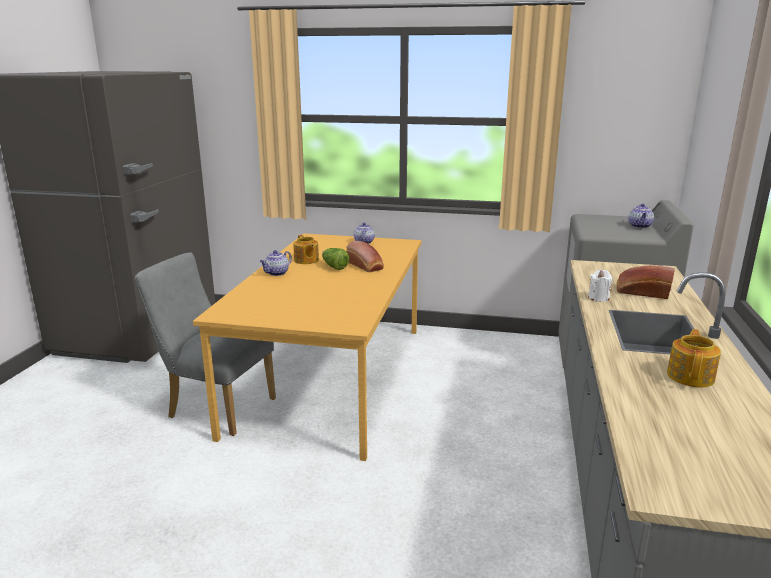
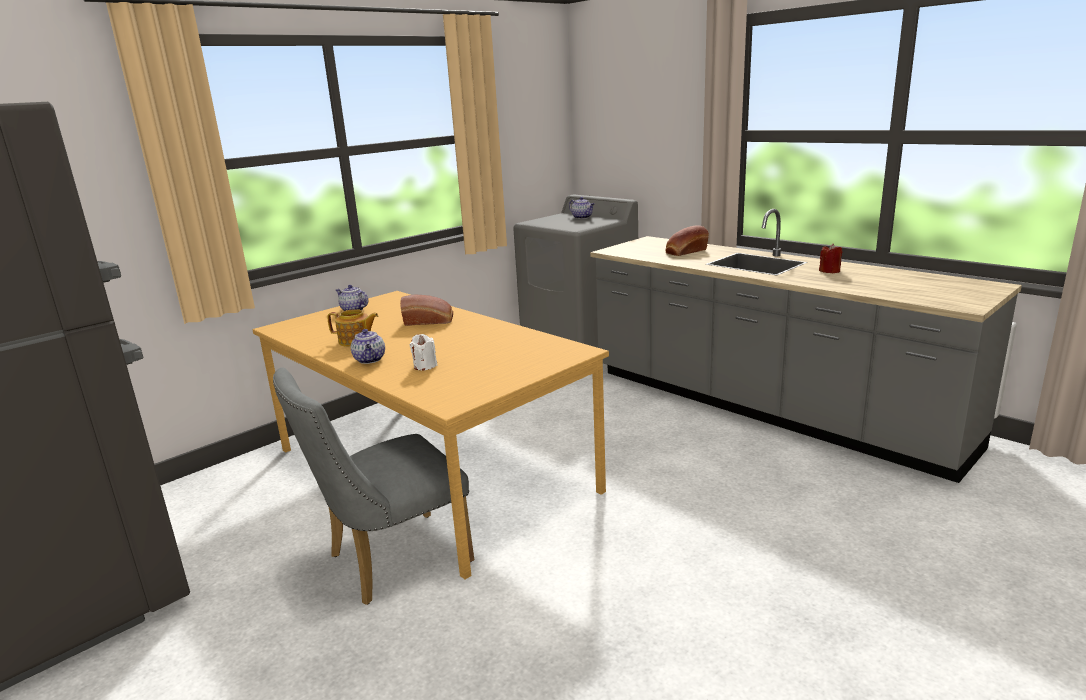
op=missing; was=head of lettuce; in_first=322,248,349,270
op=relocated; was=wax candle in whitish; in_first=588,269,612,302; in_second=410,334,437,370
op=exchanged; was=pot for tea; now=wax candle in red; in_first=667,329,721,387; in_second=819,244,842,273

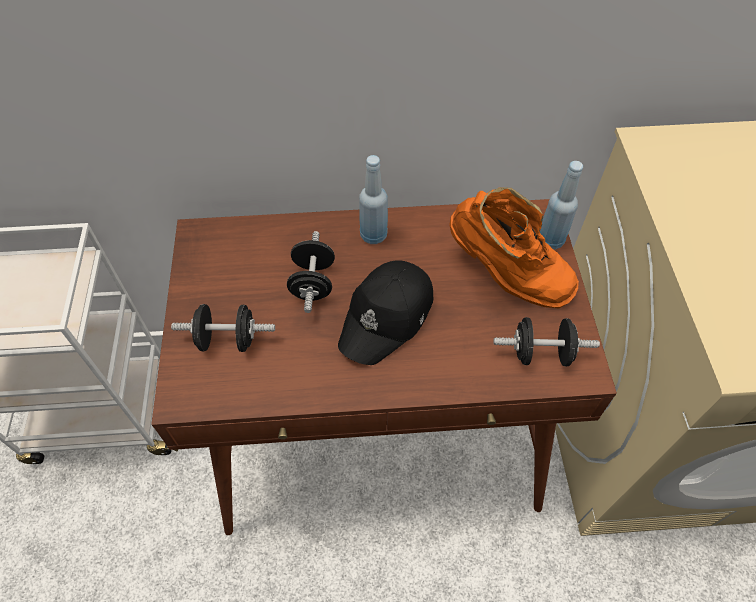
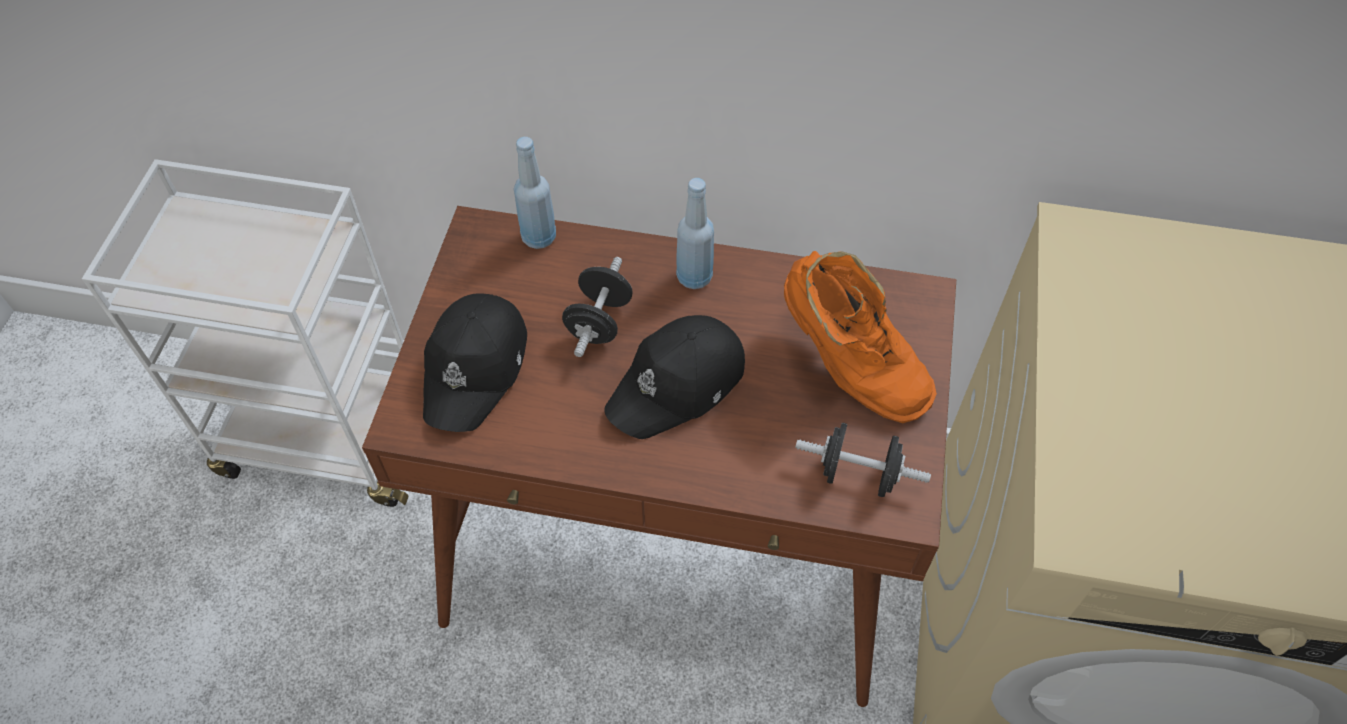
op=exchanged; was=free weight in blackish; now=peaked cap in blackish; in_first=171,304,275,352; in_second=423,294,527,432
op=relocated; was=beverage bottle in blue-coloured; in_first=540,161,583,250; in_second=514,137,556,249

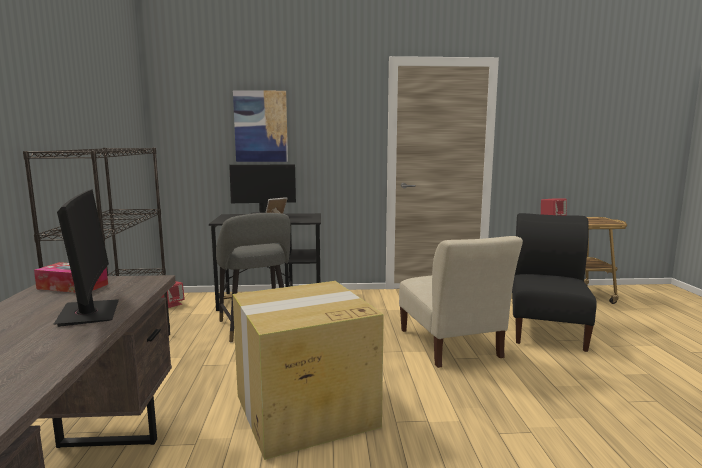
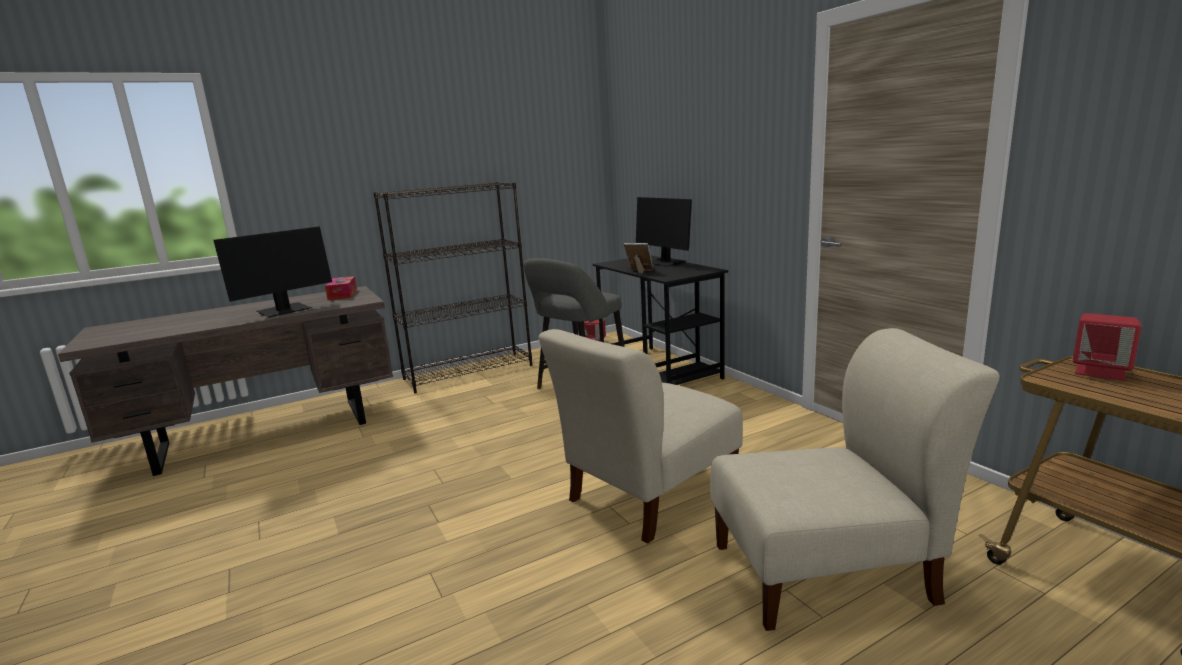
op=missing; was=picture; in_first=233,90,288,162
op=missing; was=carton; in_first=233,281,384,460
op=colour; was=plain chair in blackish; now=plain chair in beige; in_first=512,213,597,352; in_second=710,328,1000,631

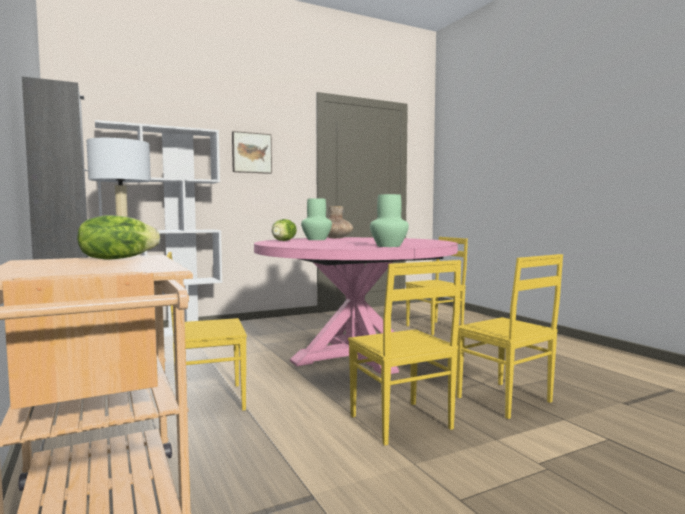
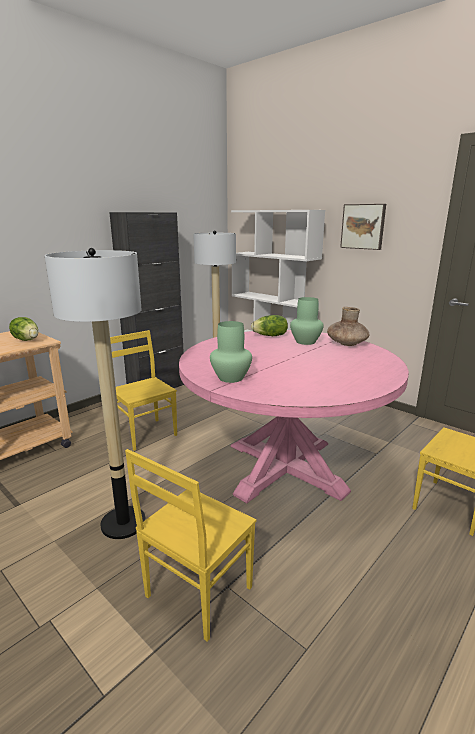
op=exchanged; was=plain chair in yellow; now=standing lamp; in_first=348,260,461,446; in_second=45,248,146,539

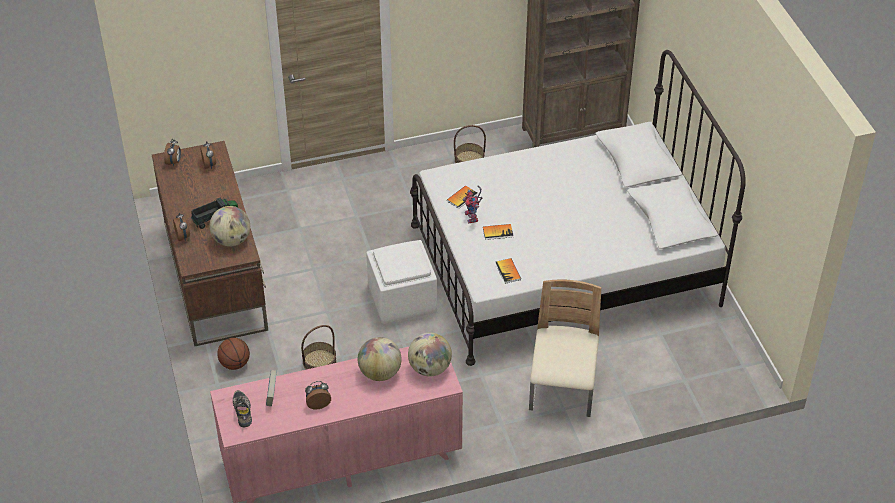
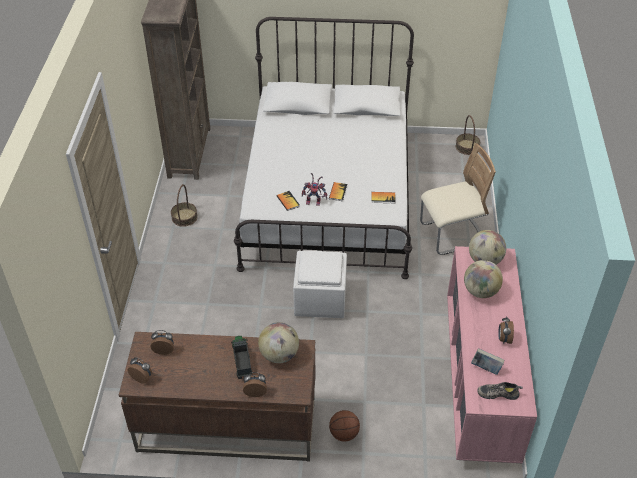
op=relocated; was=storage basket; in_first=301,325,337,370; in_second=455,115,480,155
op=spun; was=plain chair in beige; in_first=529,280,601,417; in_second=420,143,496,255; clockwise=135

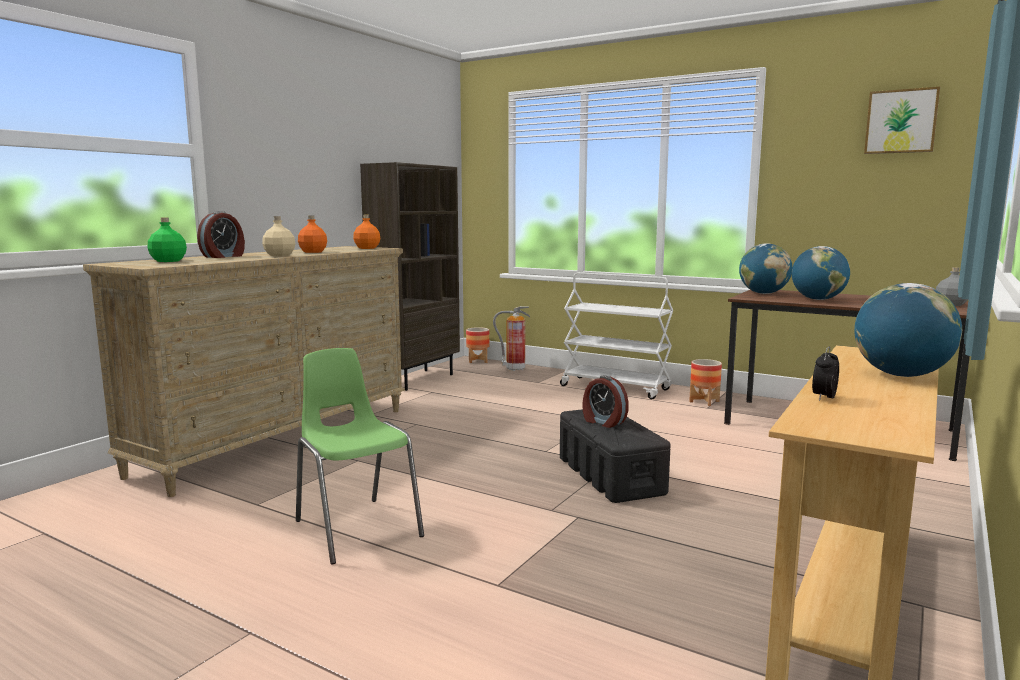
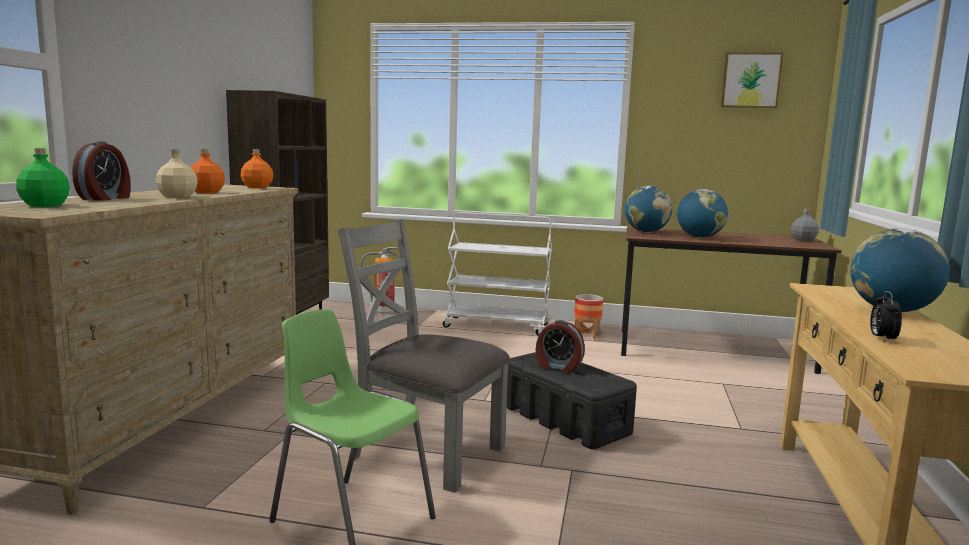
op=missing; was=flower pot; in_first=466,327,489,363
op=appeared; now=plain chair in greyish; in_second=338,219,510,493

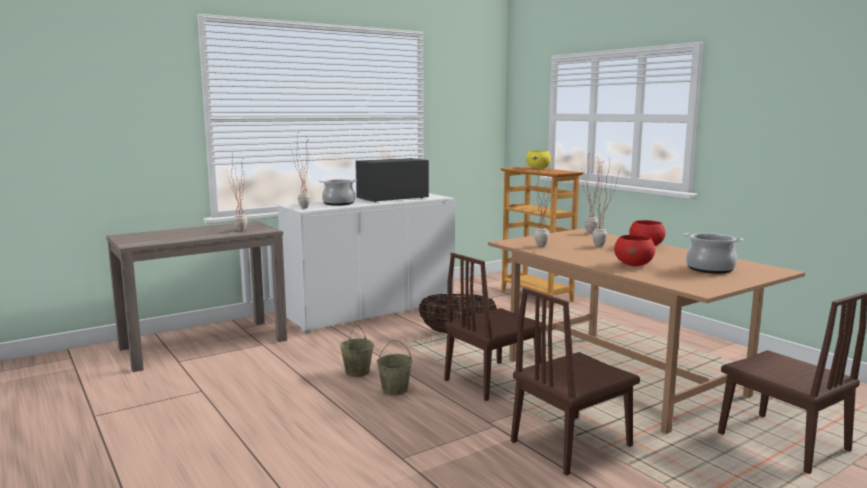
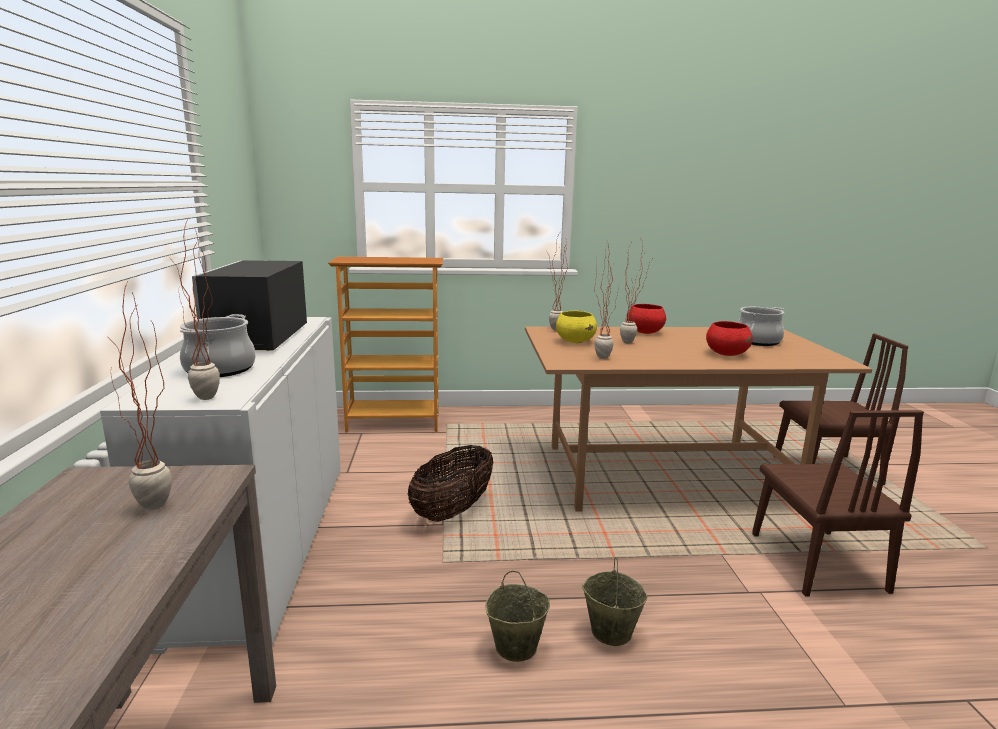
op=missing; was=plain chair in brownish; in_first=444,253,546,401
op=relocated; was=serving bowl in yellow; in_first=526,150,551,169; in_second=556,311,597,343

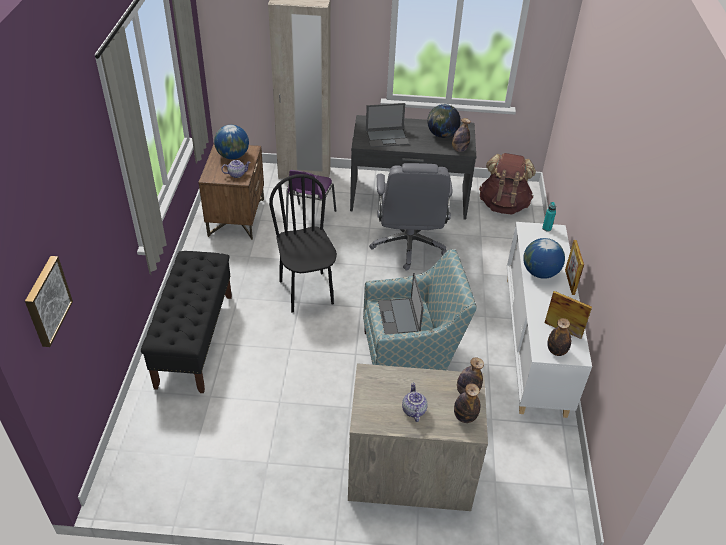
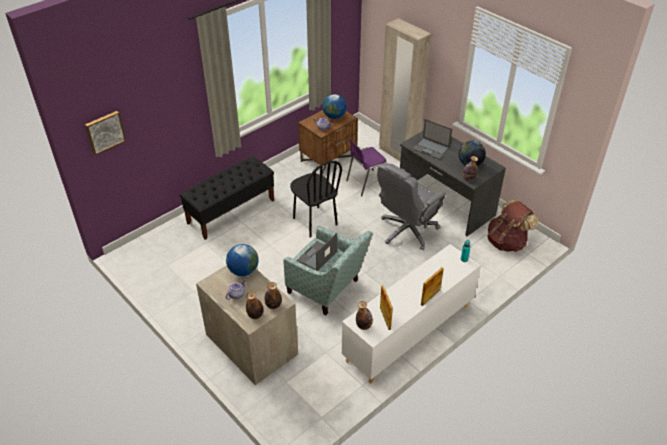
op=spun; was=plain chair in blackish; in_first=269,174,337,313; in_second=290,161,342,238; clockwise=120
op=relocated; was=globe; in_first=523,238,565,279; in_second=226,244,259,276

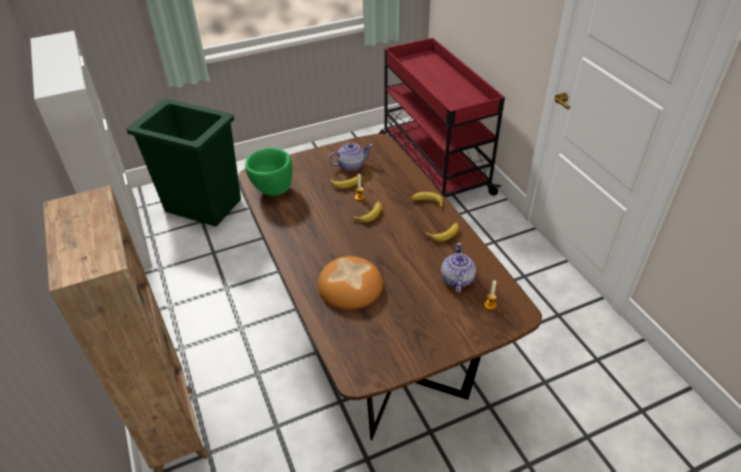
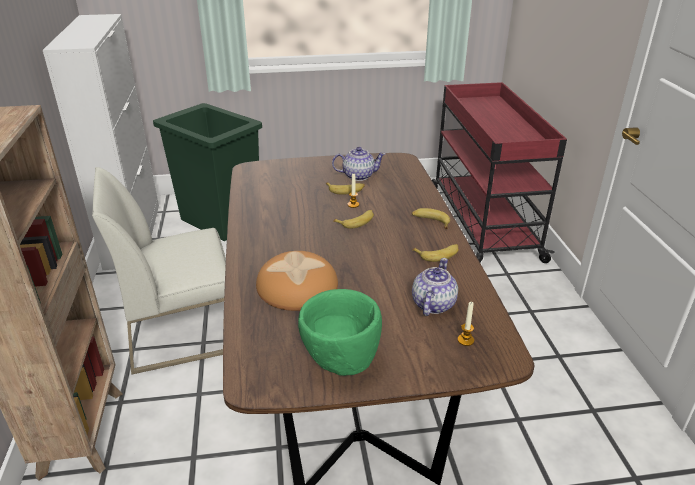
op=relocated; was=serving bowl in green; in_first=245,148,293,196; in_second=298,289,382,376
op=appeared; now=plain chair in whitish; in_second=92,167,226,375

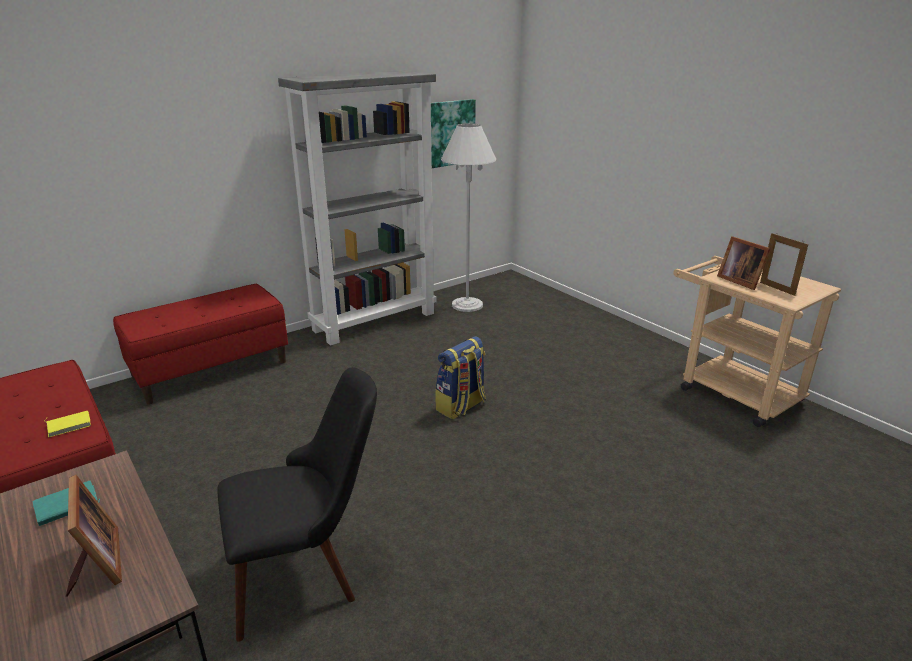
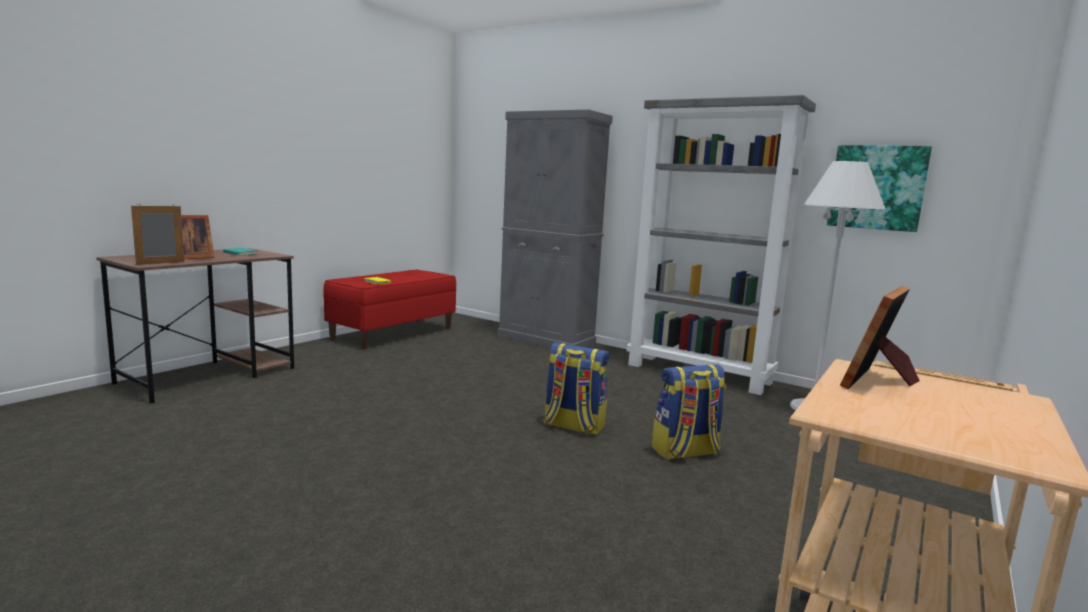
op=exchanged; was=long seat in red; now=storage cabinet in greyish; in_first=113,284,288,405; in_second=497,109,613,348
op=missing; was=plain chair in blackish; in_first=217,367,377,642
op=relocated; was=photo frame; in_first=760,233,808,296; in_second=131,204,184,265
op=appeared; now=backpack; in_second=652,364,726,460

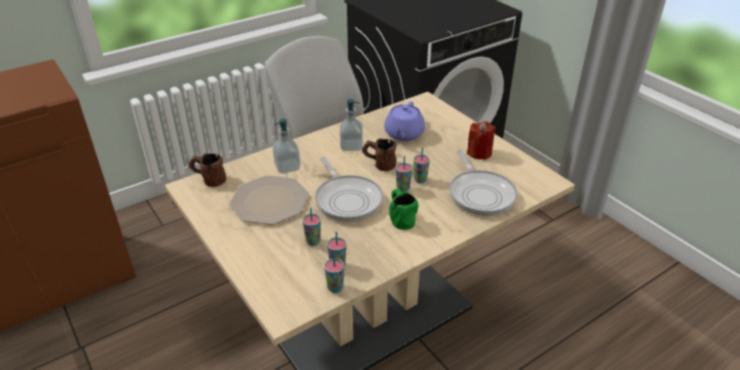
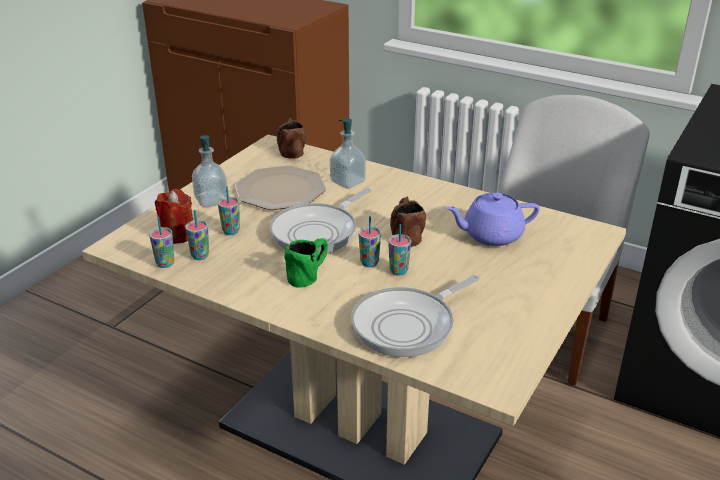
op=relocated; was=liquid soap bottle; in_first=340,99,363,151; in_second=192,135,227,208
op=relocated; was=wax candle in red; in_first=467,121,495,160; in_second=155,189,193,244

